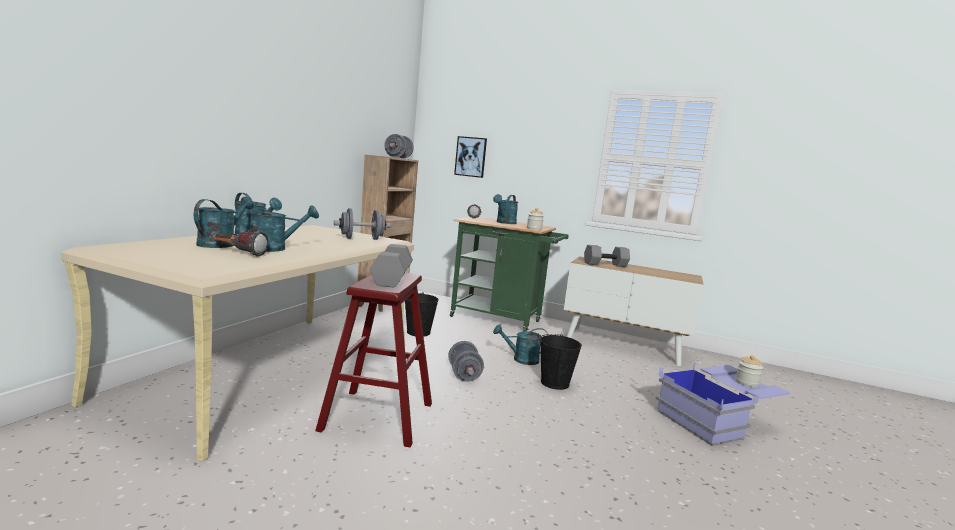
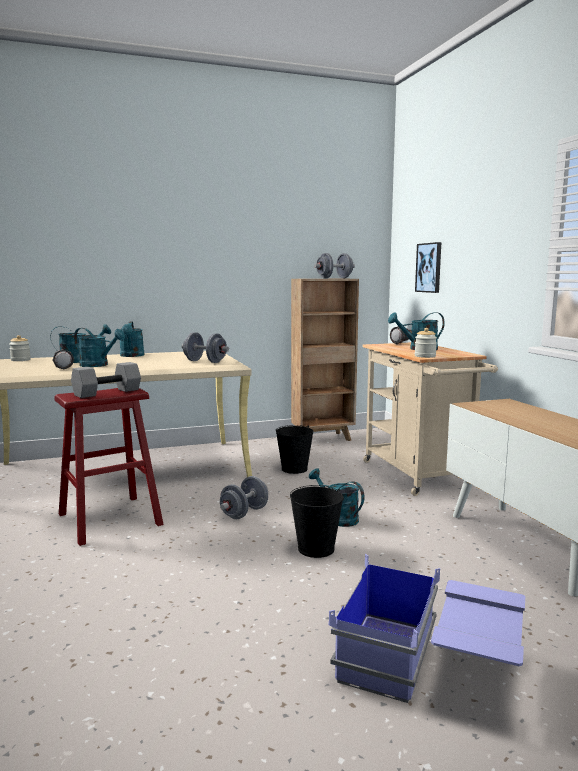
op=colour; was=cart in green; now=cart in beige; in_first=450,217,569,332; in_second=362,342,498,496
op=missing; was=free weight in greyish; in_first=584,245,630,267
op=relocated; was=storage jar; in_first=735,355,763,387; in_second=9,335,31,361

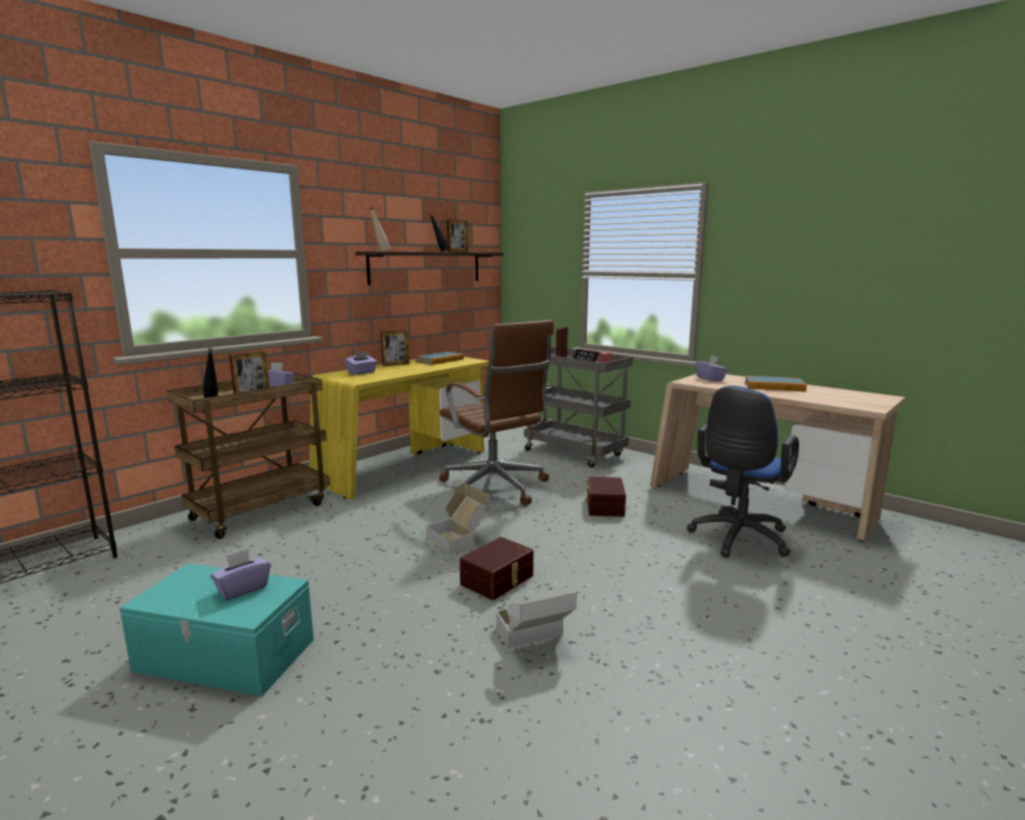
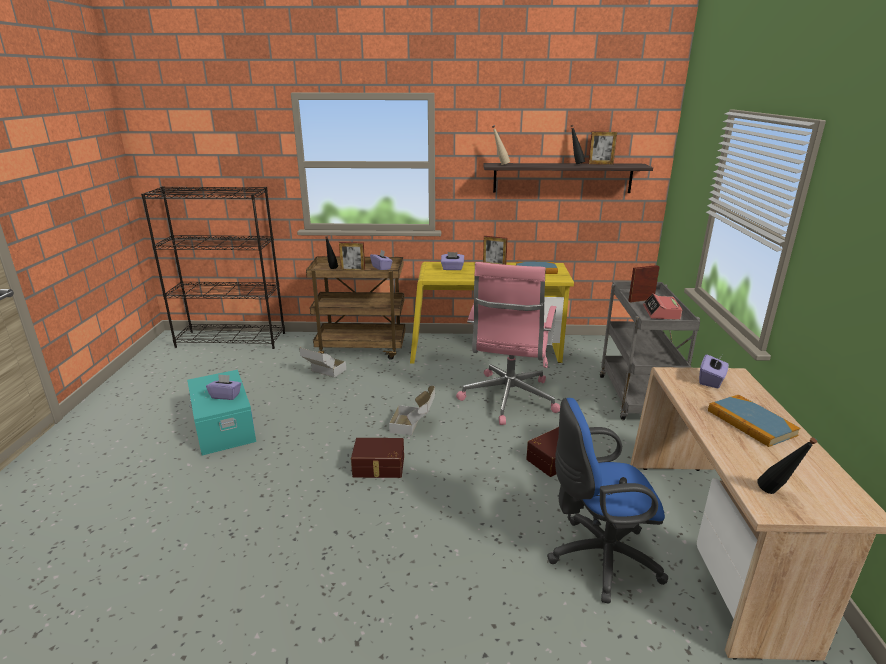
op=colour; was=computer chair in brownish; now=computer chair in pinkish; in_first=439,320,554,505; in_second=456,262,560,425
op=relocated; was=carton; in_first=496,590,577,649; in_second=299,347,346,378
op=appeared; now=beverage bottle in blackish; in_second=757,437,817,494

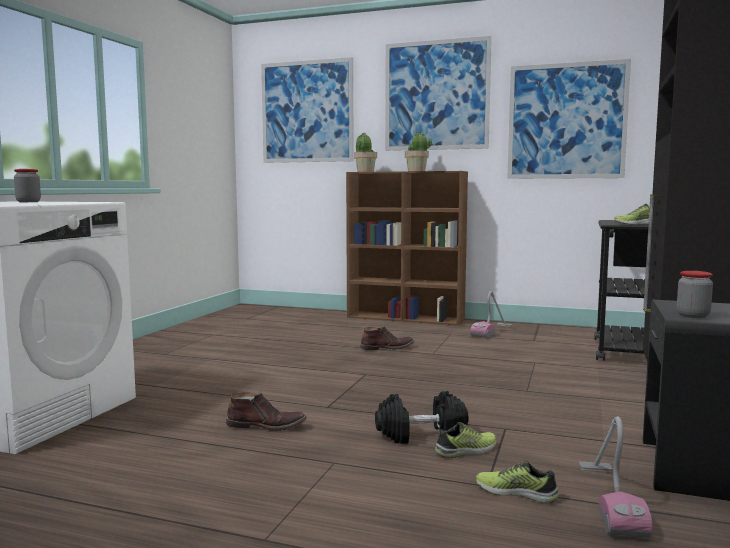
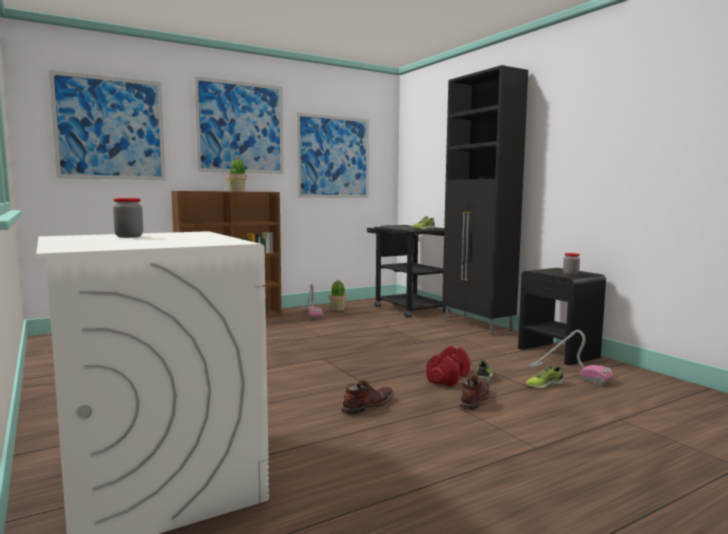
op=relocated; was=plant in a pot; in_first=354,132,377,172; in_second=329,280,347,311
op=relocated; was=high-top boot in brownish; in_first=360,325,414,350; in_second=459,375,491,410
op=colour; was=free weight in blackish; now=free weight in red; in_first=375,391,468,444; in_second=426,346,470,386

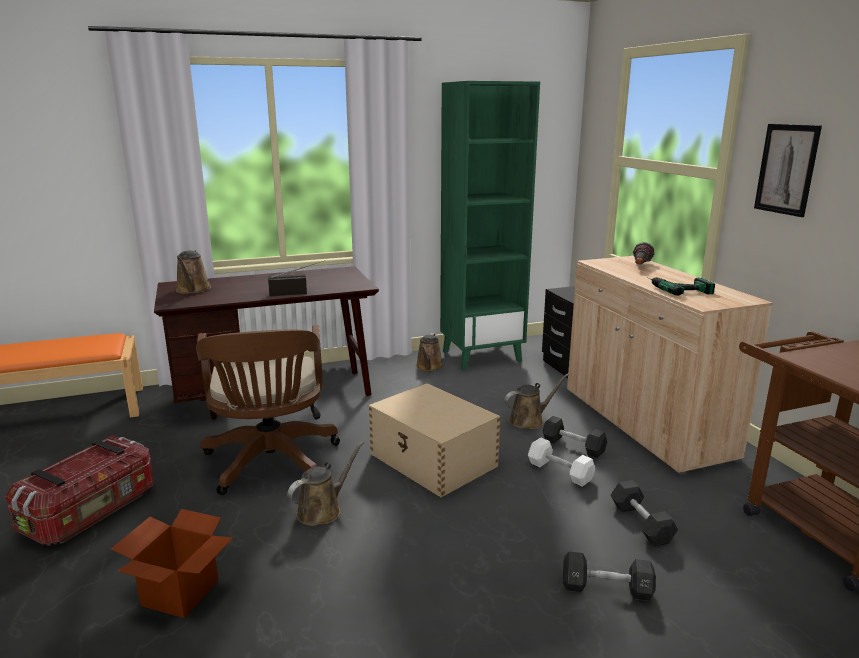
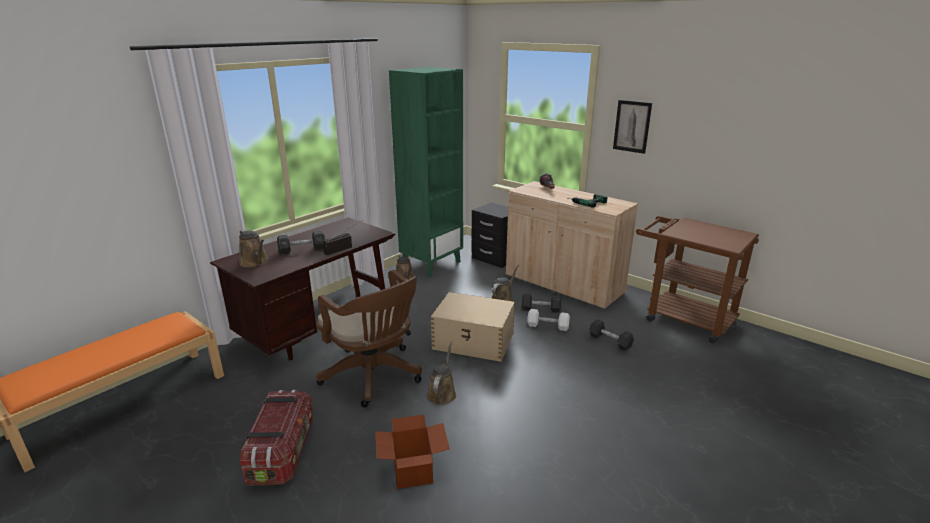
op=relocated; was=free weight in blackish; in_first=563,551,656,601; in_second=277,230,325,255

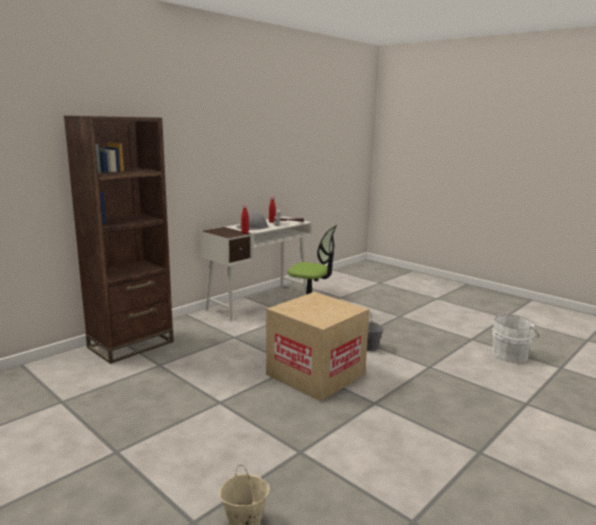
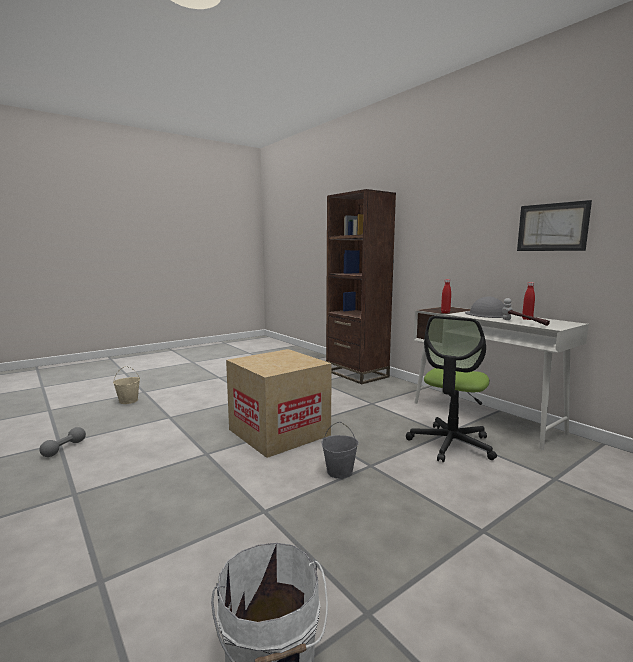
op=appeared; now=free weight in greyish; in_second=39,427,86,457
op=appeared; now=picture; in_second=517,200,592,251

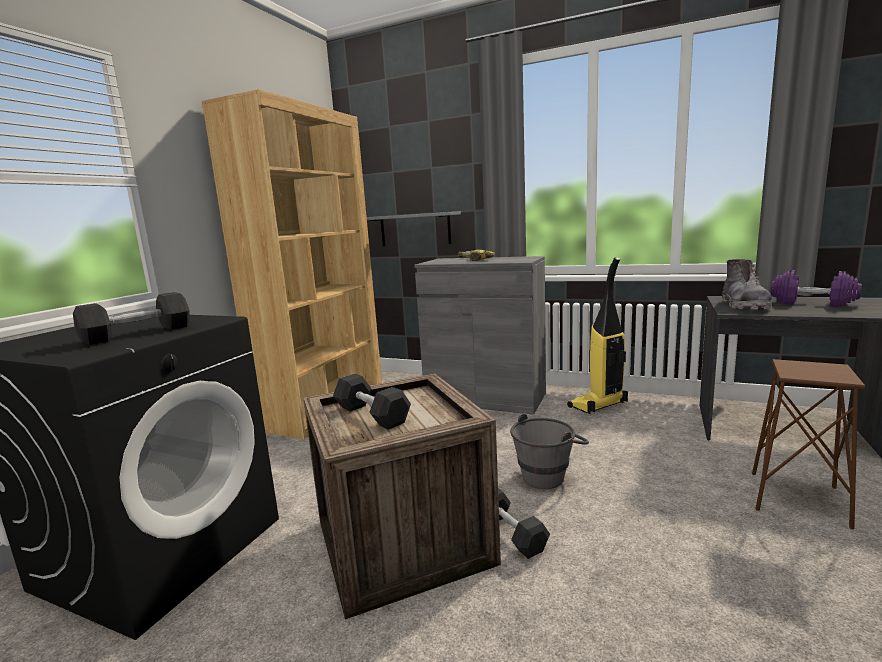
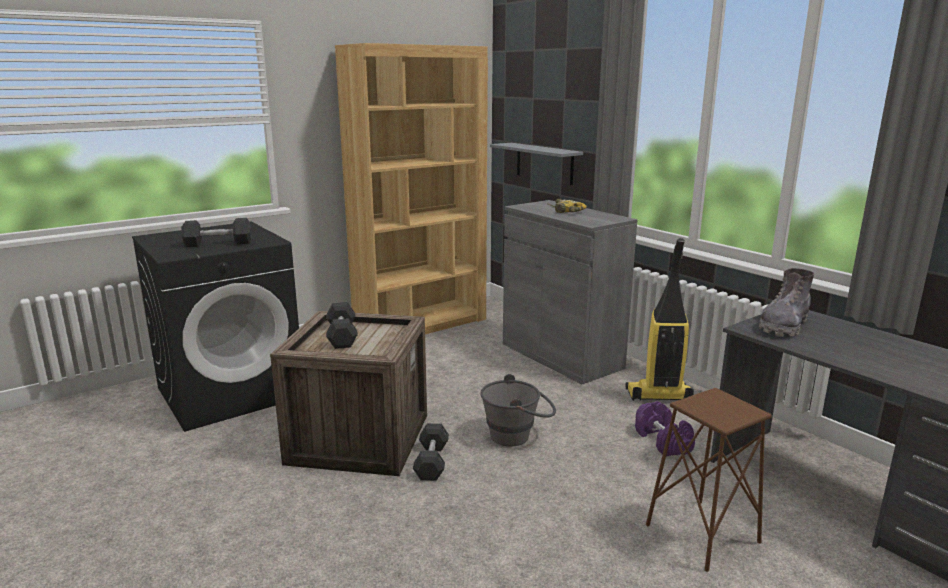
op=relocated; was=free weight in purple-coloured; in_first=771,270,862,307; in_second=635,401,695,456

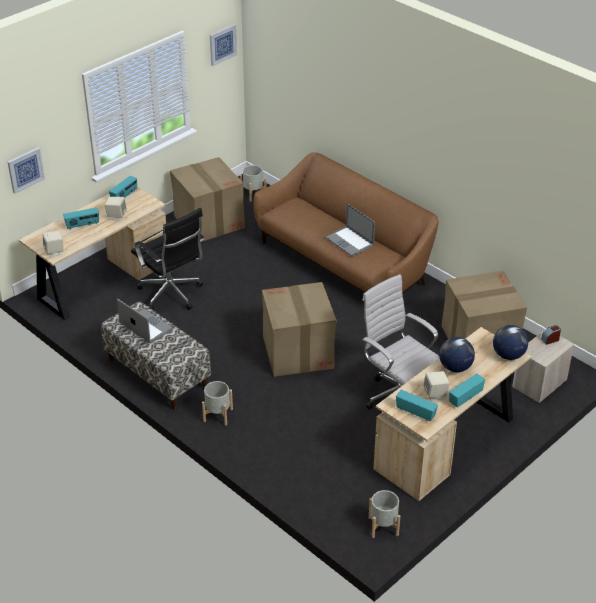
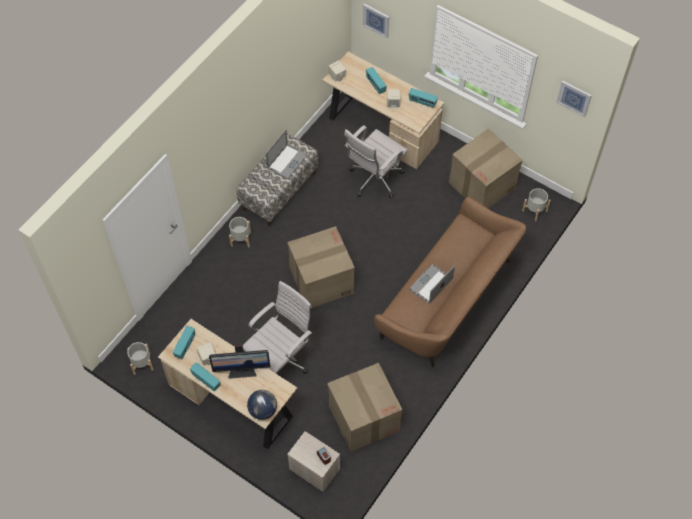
op=colour; was=computer chair in blackish; now=computer chair in whitish; in_first=131,208,205,310; in_second=344,125,408,198
op=exchanged; was=globe; now=monitor; in_first=439,337,475,372; in_second=209,345,270,379

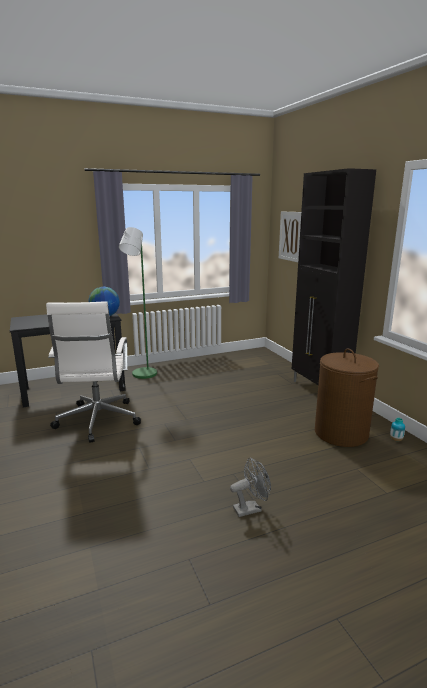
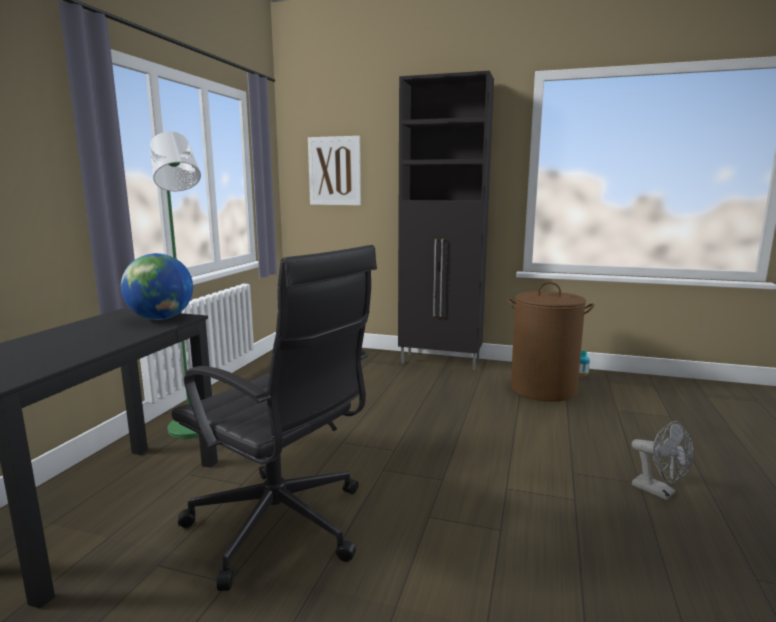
op=colour; was=computer chair in whitish; now=computer chair in blackish; in_first=46,301,141,443; in_second=172,245,377,591
op=spun; was=cooling fan in greyish; in_first=230,458,271,517; in_second=632,421,693,500; clockwise=120

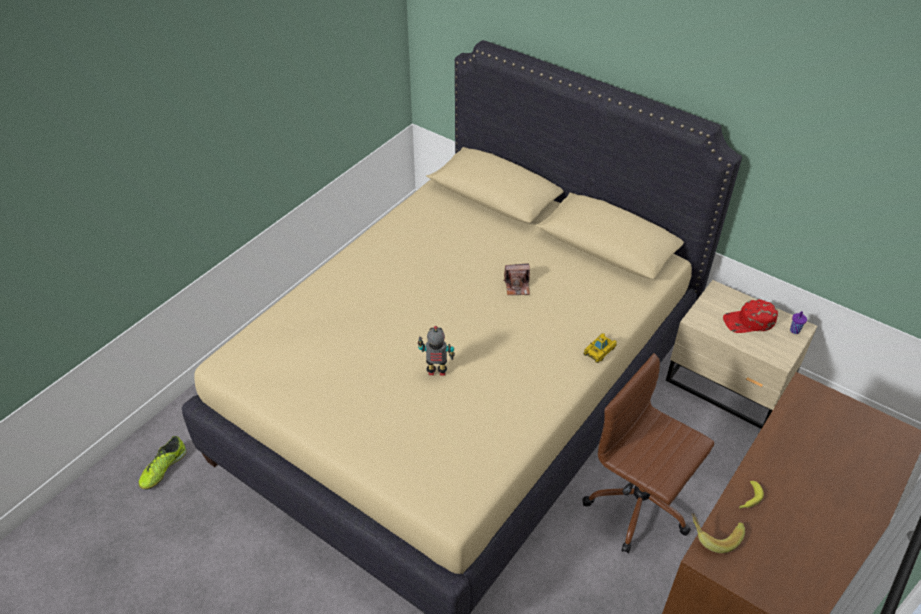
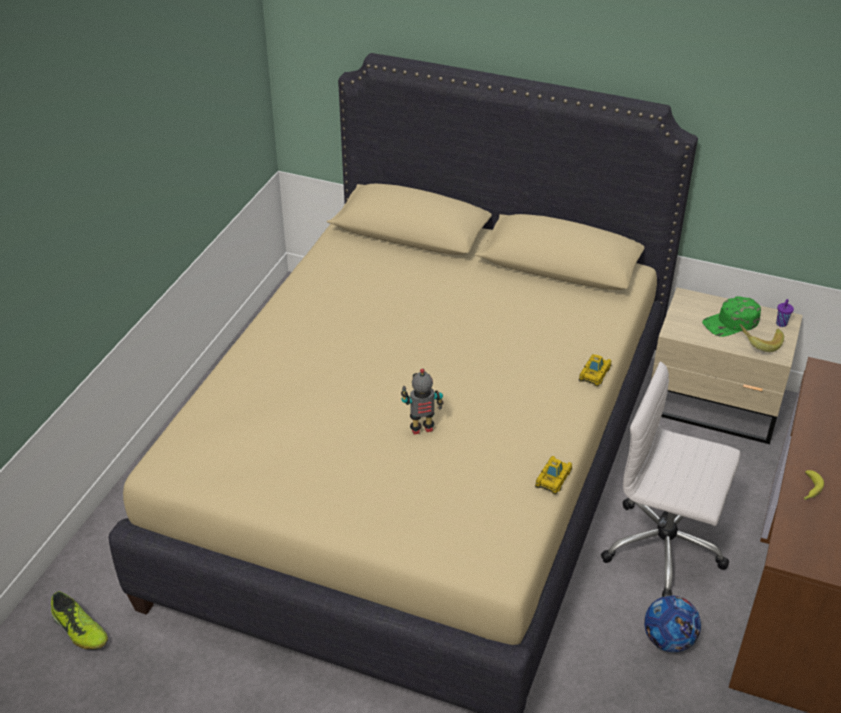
op=spun; was=item of footwear; in_first=138,436,186,490; in_second=51,591,108,650; clockwise=-60
op=missing; was=photo camera; in_first=504,263,530,295
op=colour; was=computer chair in brownish; now=computer chair in whitish; in_first=583,353,714,553; in_second=601,362,740,597
op=relocated; was=whole banana; in_first=691,513,745,553; in_second=739,324,784,352
op=colour; was=peaked cap in red; now=peaked cap in green; in_first=723,299,778,333; in_second=702,296,761,337
op=appeared; now=model car; in_second=535,456,572,495
op=appeared; now=football ball; in_second=644,595,701,652

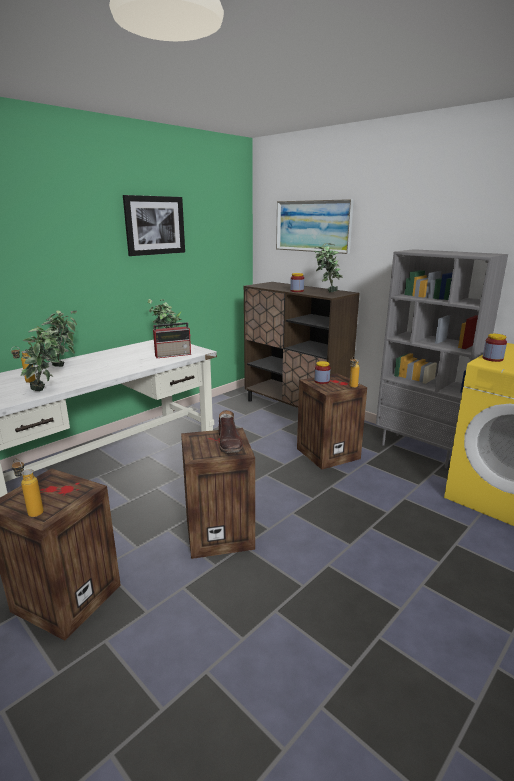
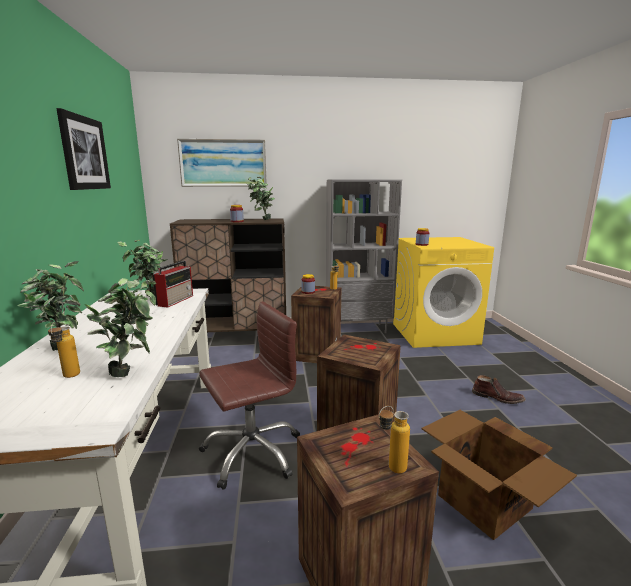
op=relocated; was=high-top boot in brownish; in_first=219,410,243,453; in_second=472,375,525,404
op=appeared; now=computer chair in brownish; in_second=199,301,300,490
op=appeared; now=carton; in_second=422,410,577,540

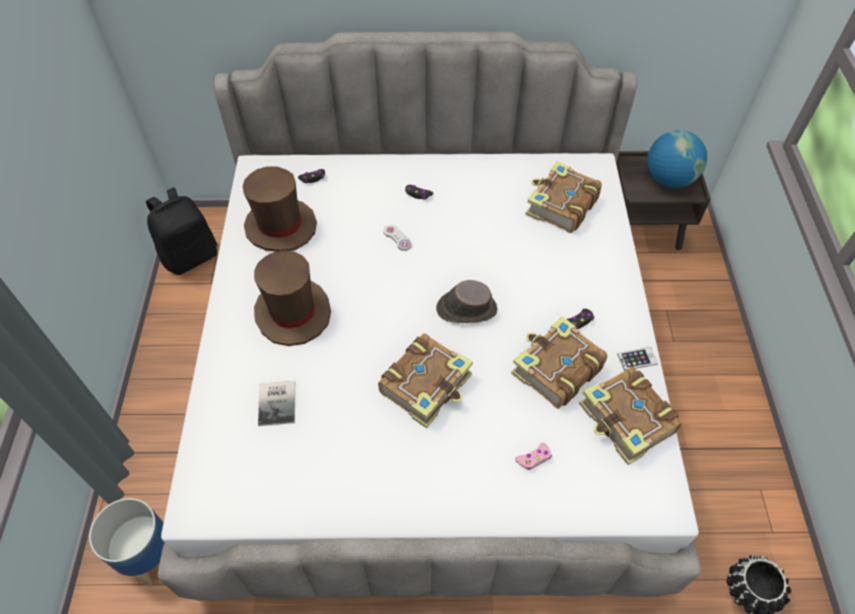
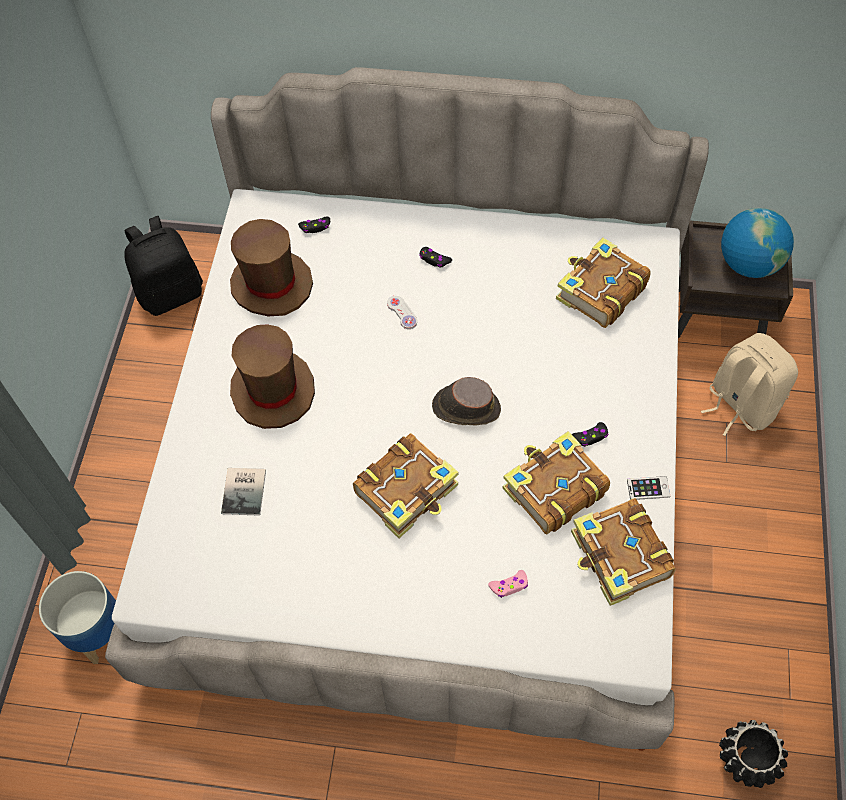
op=appeared; now=backpack in beige; in_second=701,333,798,436

